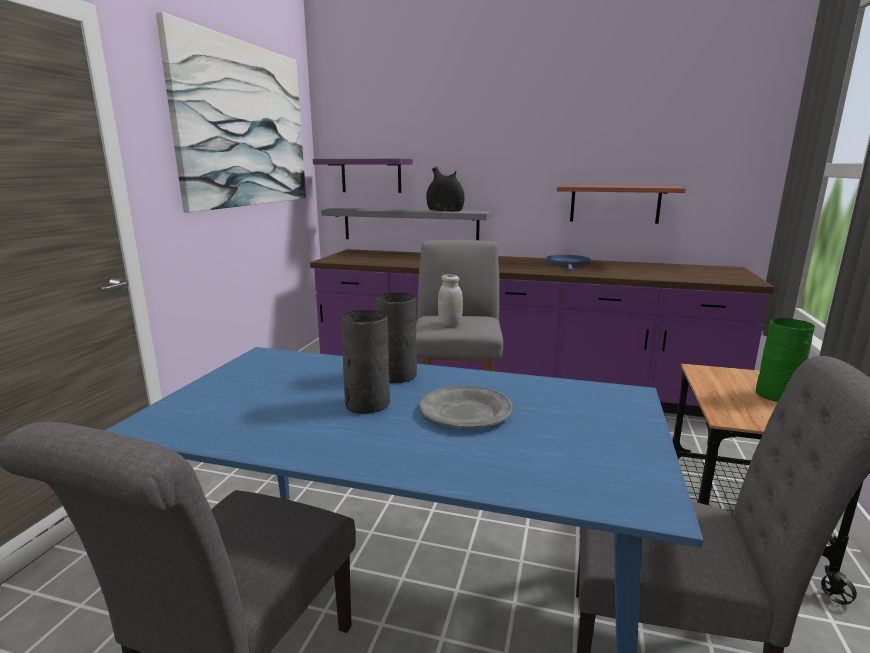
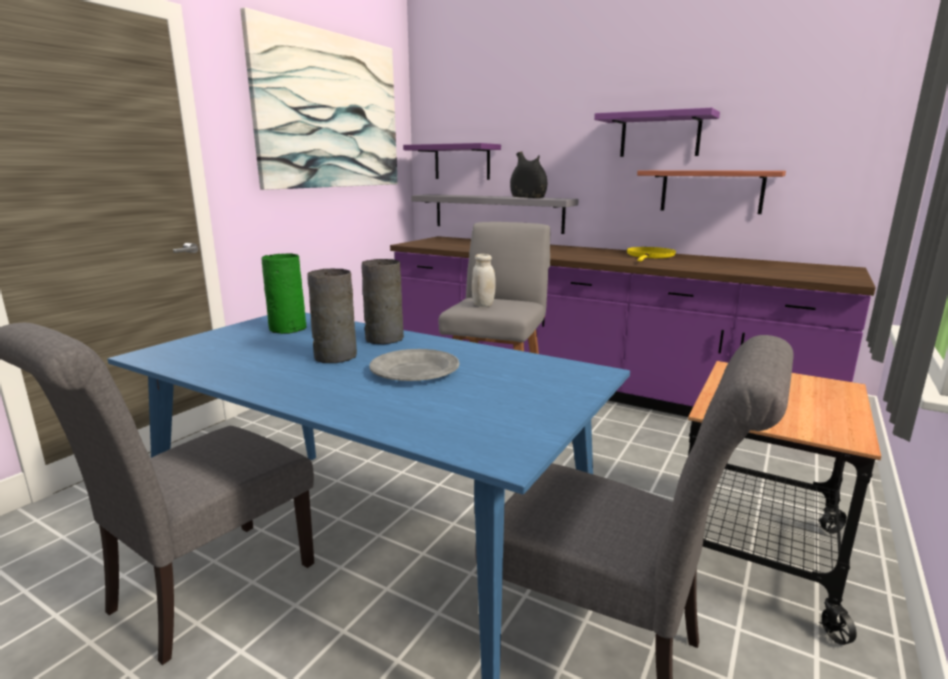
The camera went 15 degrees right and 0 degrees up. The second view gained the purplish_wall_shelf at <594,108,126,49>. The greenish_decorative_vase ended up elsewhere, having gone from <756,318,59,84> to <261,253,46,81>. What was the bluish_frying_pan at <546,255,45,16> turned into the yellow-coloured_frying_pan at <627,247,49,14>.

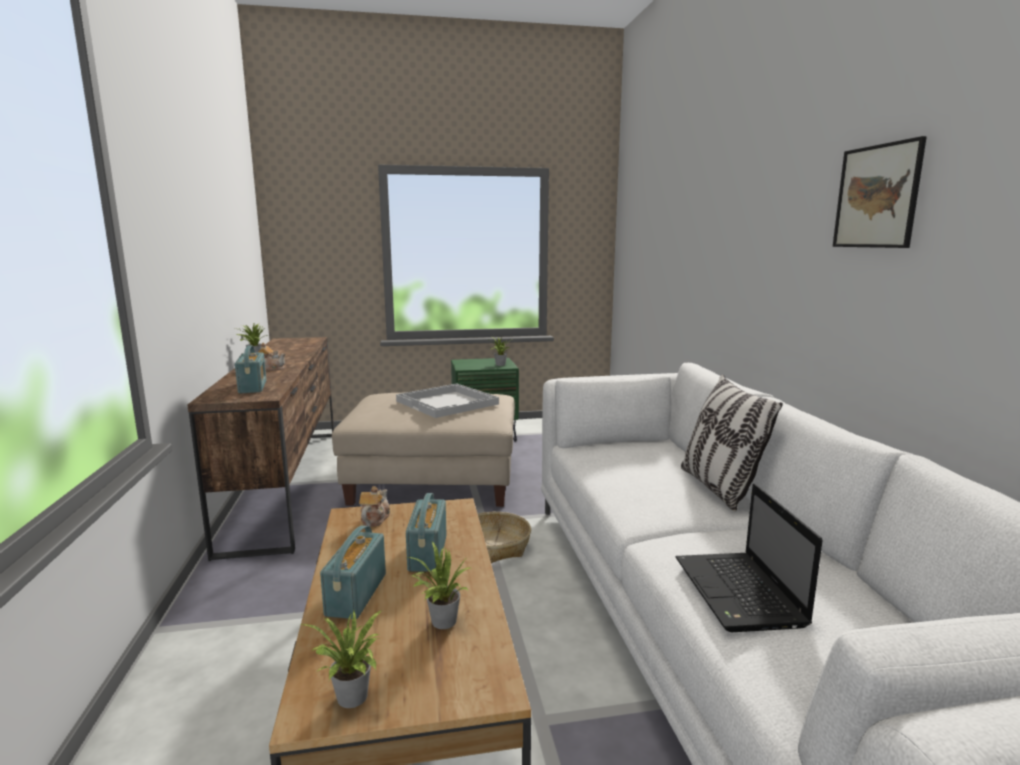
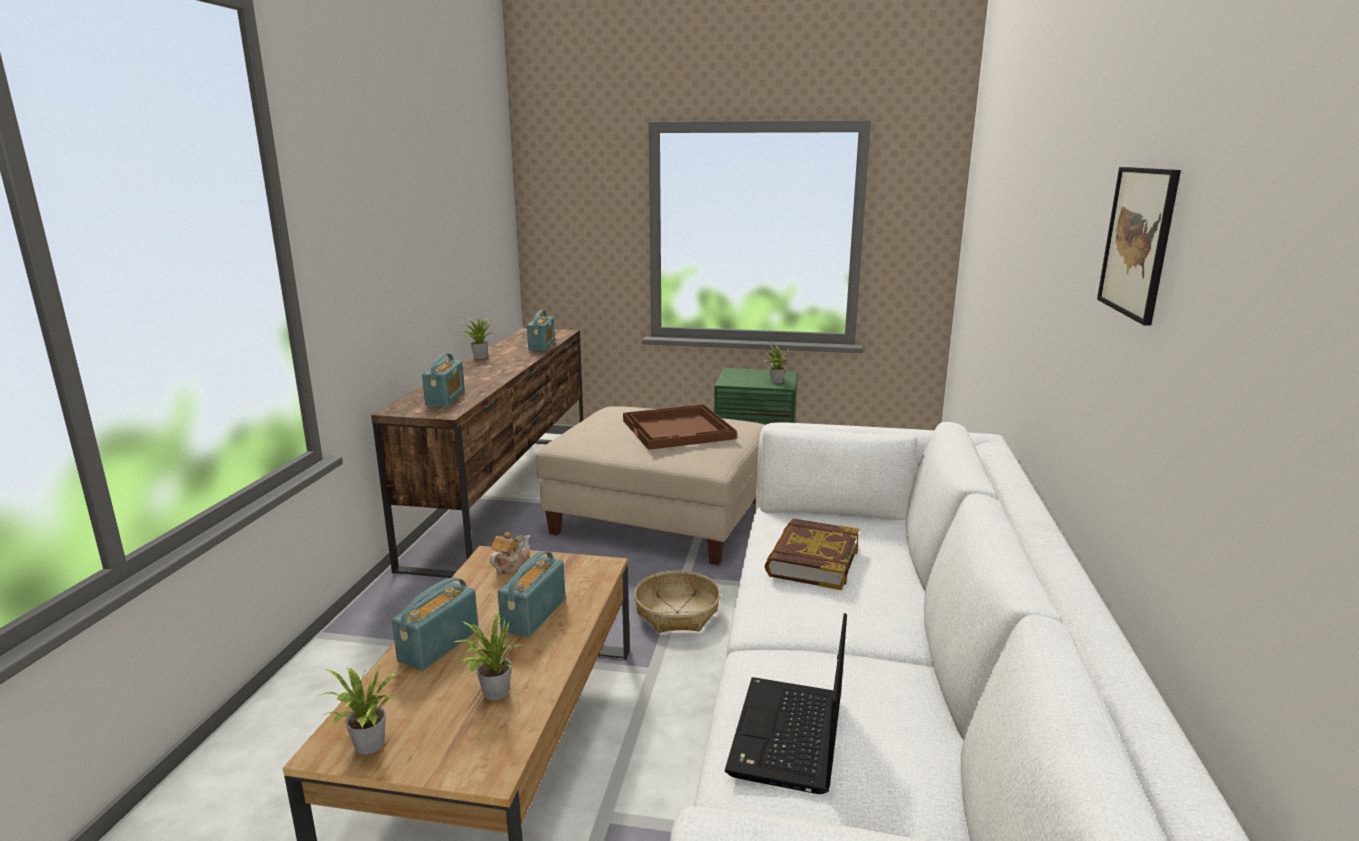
The camera went 20 degrees right and 5 degrees up. The second view lost the teapot at <257,342,28,28>. The second view lost the pillow at <681,374,102,138>. The second view gained the radio at <527,310,28,41>. The second view gained the volume at <764,519,95,71>. What was the white-coloured_tray at <396,384,103,34> turned into the brown-coloured_tray at <623,404,114,46>.

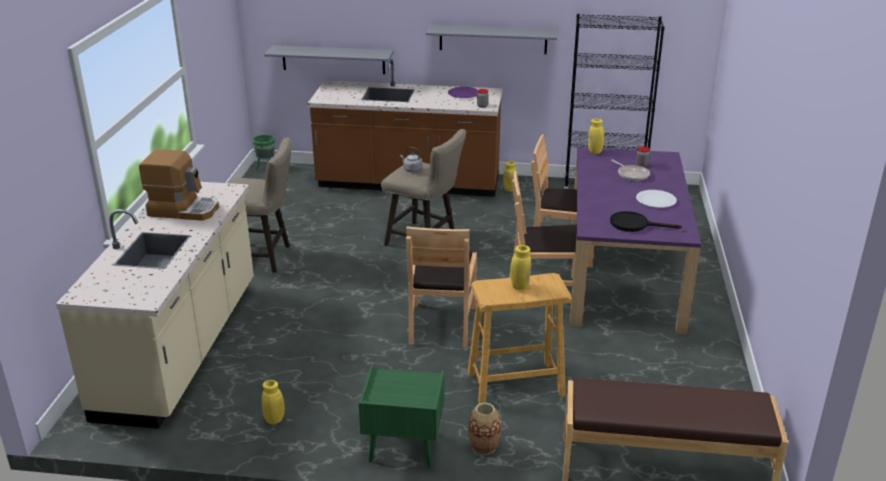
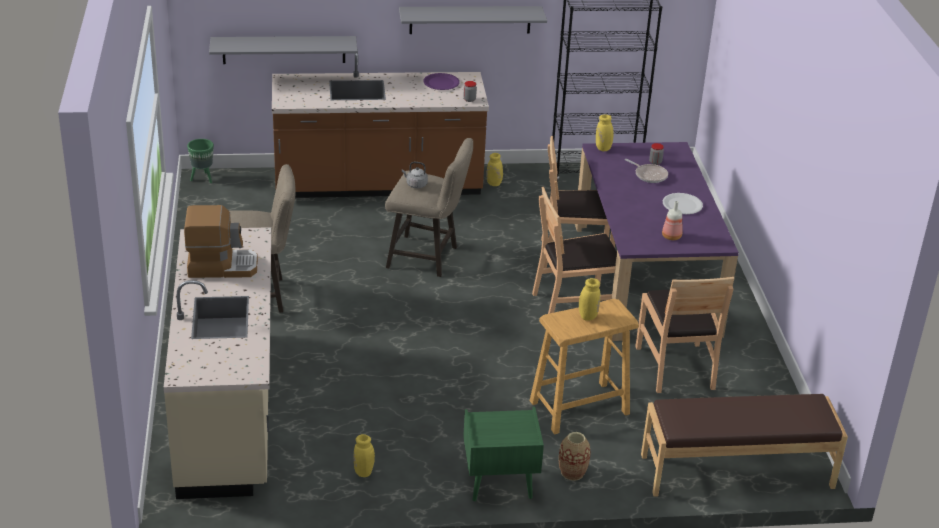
The camera went 15 degrees left and 5 degrees up. The brown-coloured_upright_chair ended up elsewhere, having gone from <406,226,71,122> to <635,277,99,116>. Where the black-coloured_frying_pan stood at <610,211,71,21>, the bottle came to stand at <662,201,20,39>.

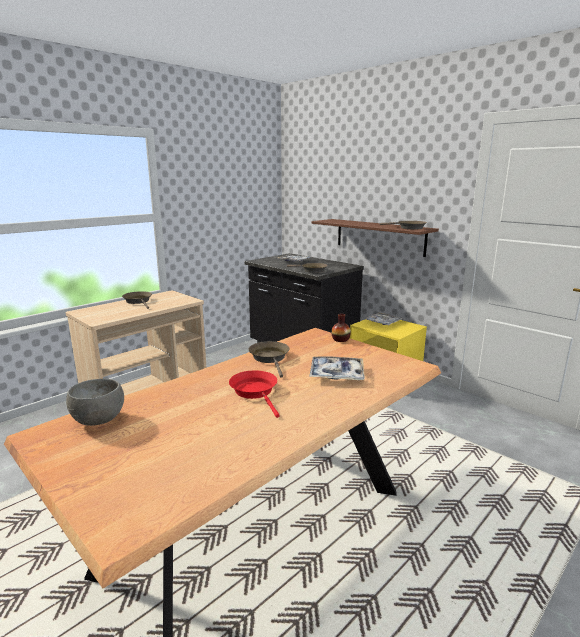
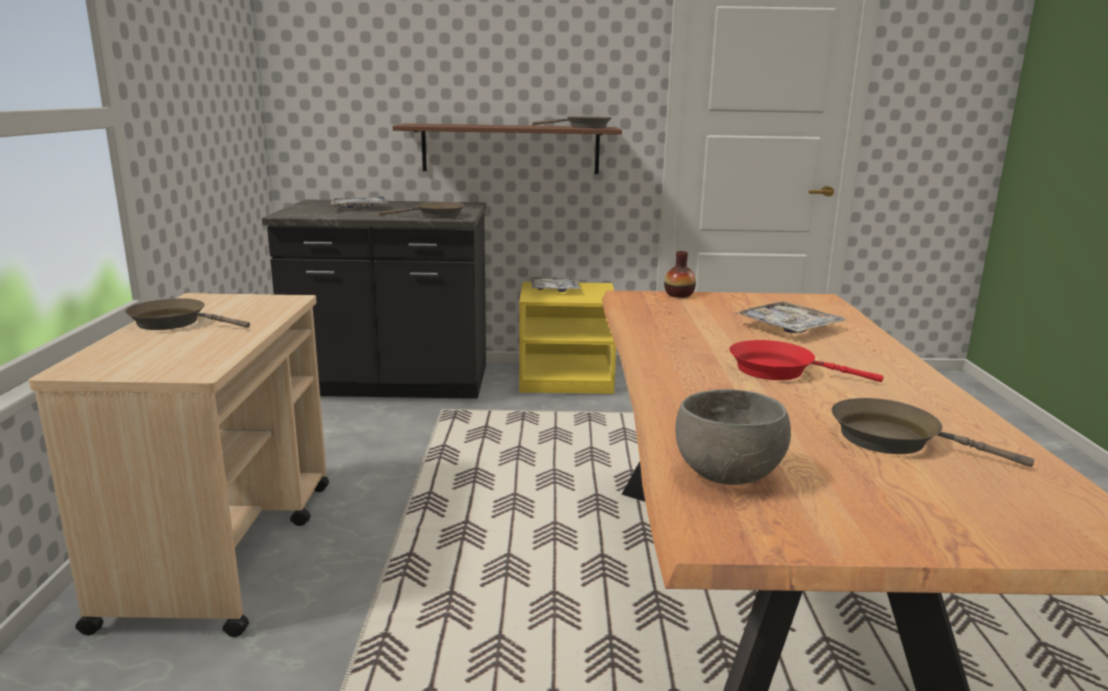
The camera went 45 degrees left and 0 degrees up. The brown-coloured_frying_pan ended up elsewhere, having gone from <248,341,41,37> to <831,398,203,69>.

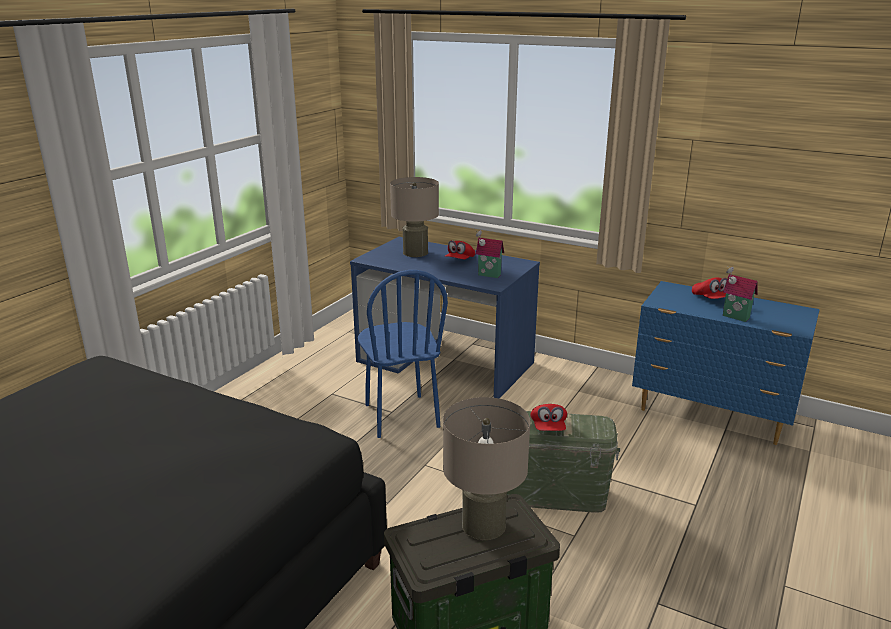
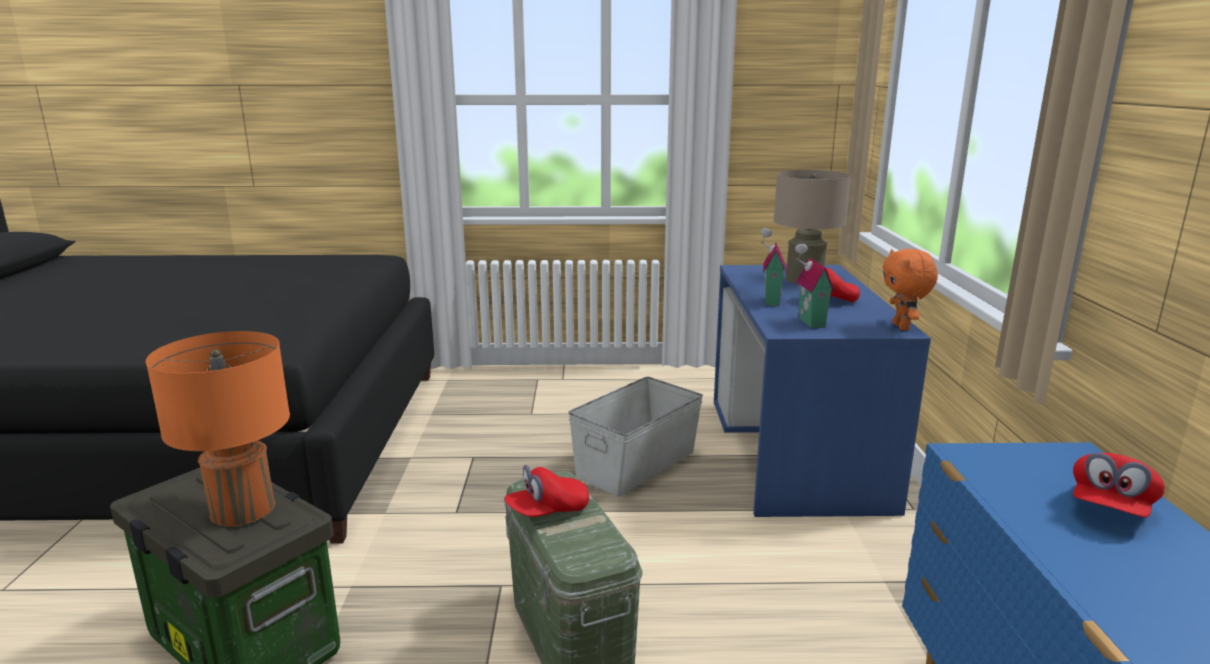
The camera went 60 degrees right and 5 degrees down. The second view gained the orangey_cuddly_toy at <882,249,56,81>. The miniature_house ended up elsewhere, having gone from <723,267,35,55> to <761,228,26,78>. Where the bluish_upright_chair stood at <358,270,90,168>, the greyish_storage_container came to stand at <568,377,135,120>. What was the beige-coloured_tabletop_lamp at <443,397,88,143> turned into the orangey_tabletop_lamp at <146,331,144,195>.

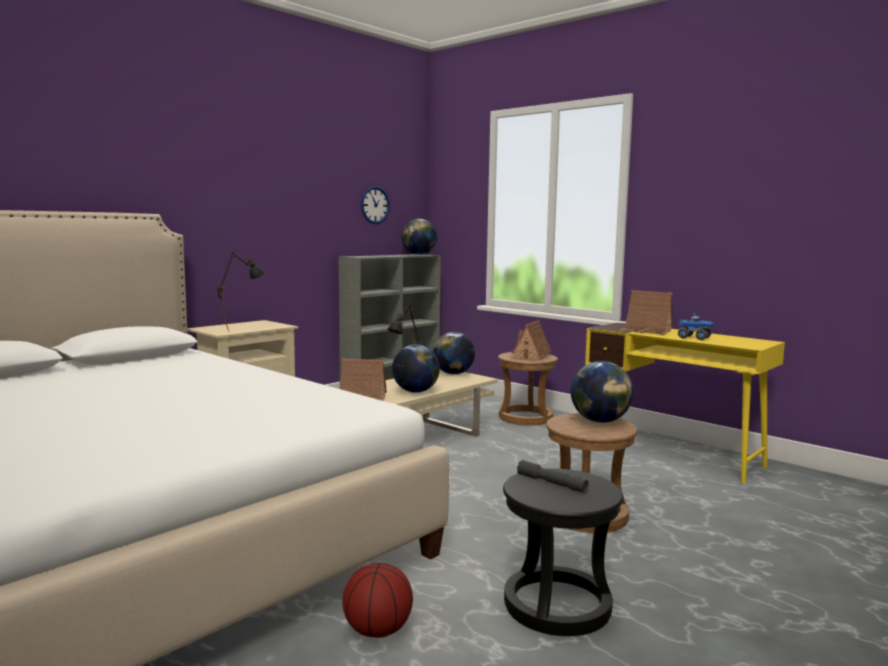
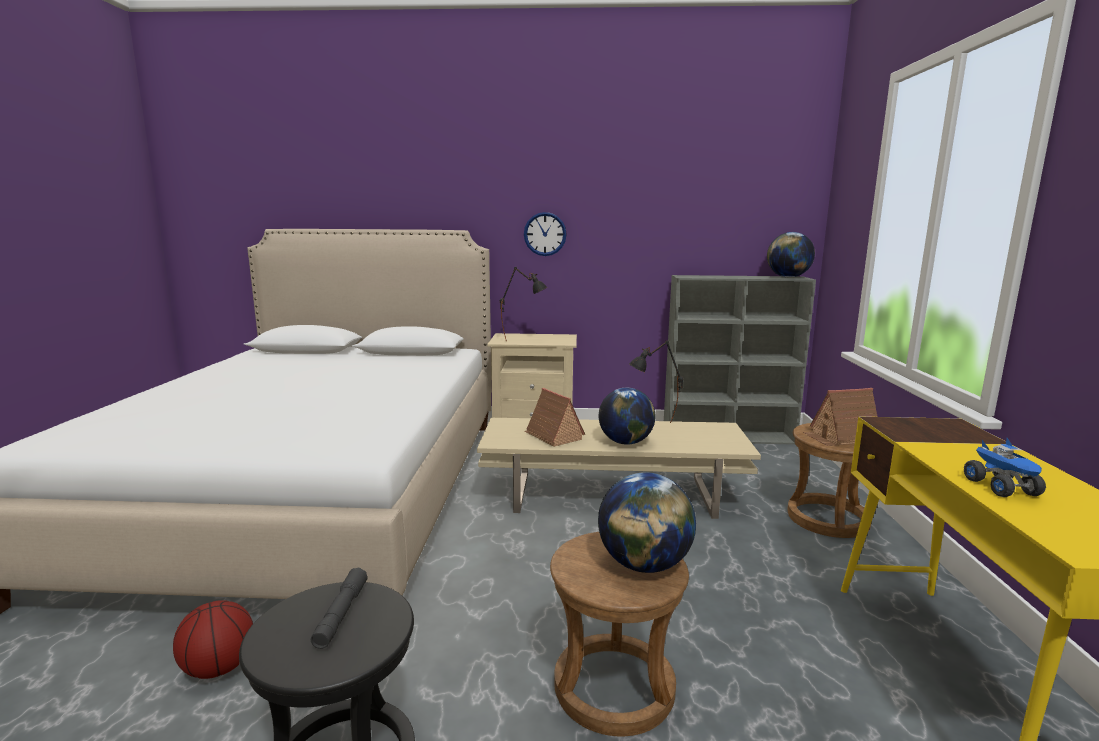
The camera went 50 degrees right and 5 degrees up. The second view lost the world_globe at <433,332,42,42>. The second view lost the miniature_house at <618,290,55,45>. The clock_on_the_wall ended up elsewhere, having gone from <361,186,29,38> to <524,212,43,44>.

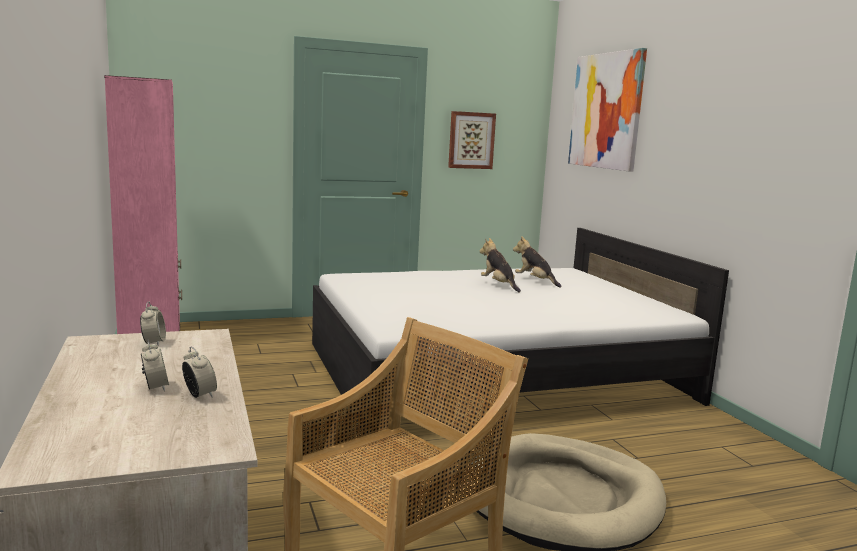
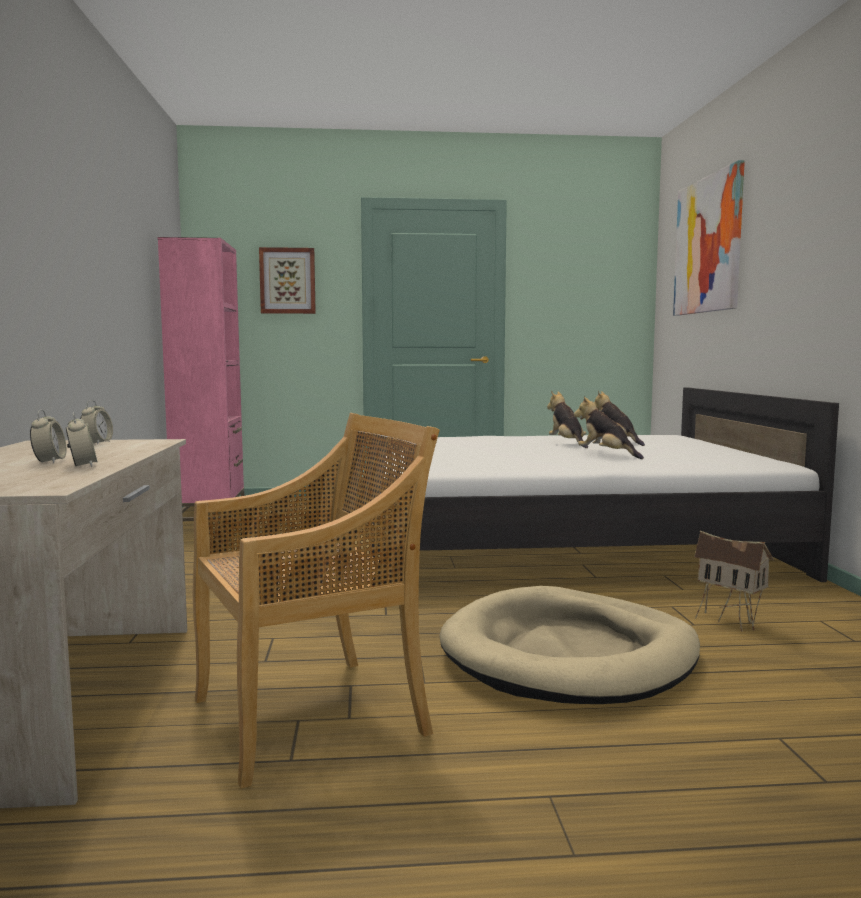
The camera went 15 degrees right and 5 degrees down. The second view gained the cuddly_toy at <574,396,70,63>. The second view gained the miniature_house at <694,531,80,100>. The picture ended up elsewhere, having gone from <448,111,48,58> to <259,247,57,67>.

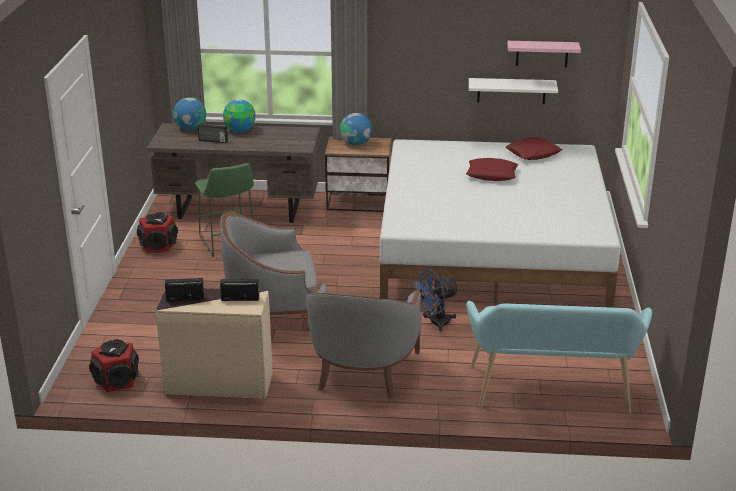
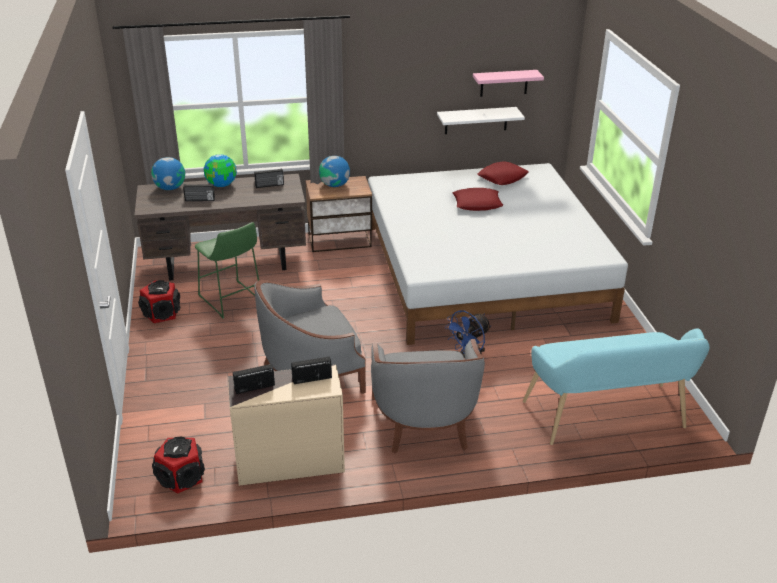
The camera went 15 degrees left and 5 degrees up. The second view gained the radio at <254,168,30,20>.

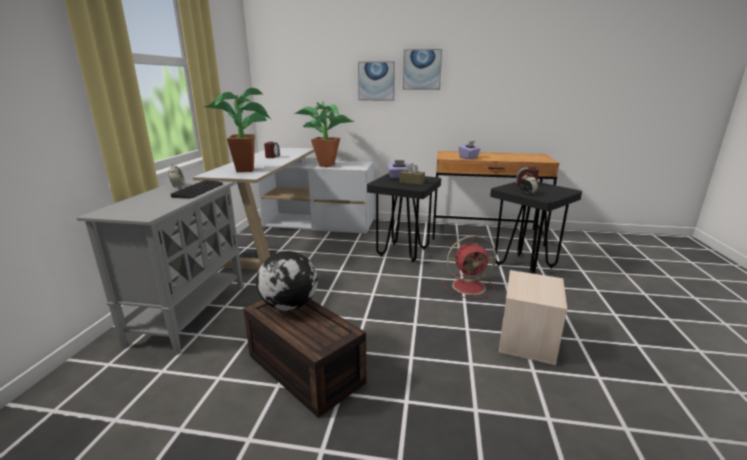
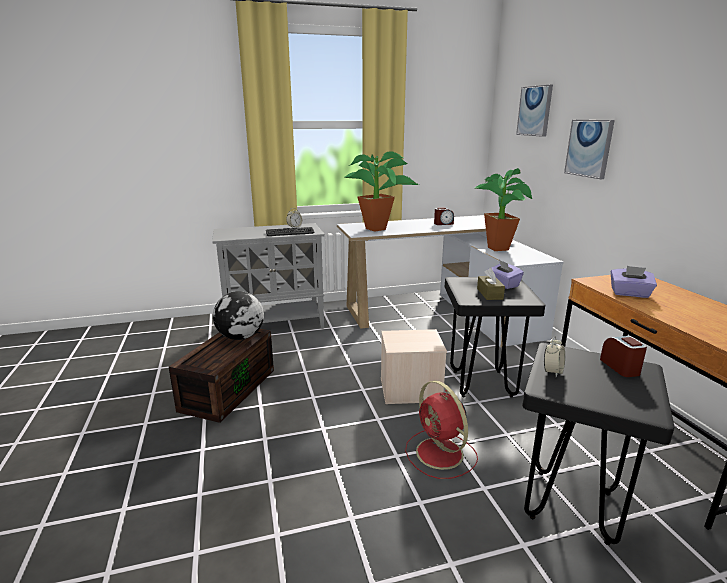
The camera went 65 degrees right and 0 degrees up. The picture ended up elsewhere, having gone from <403,49,39,41> to <516,85,37,52>. The beige-coloured_storage_container ended up elsewhere, having gone from <499,270,68,95> to <381,329,66,75>.

